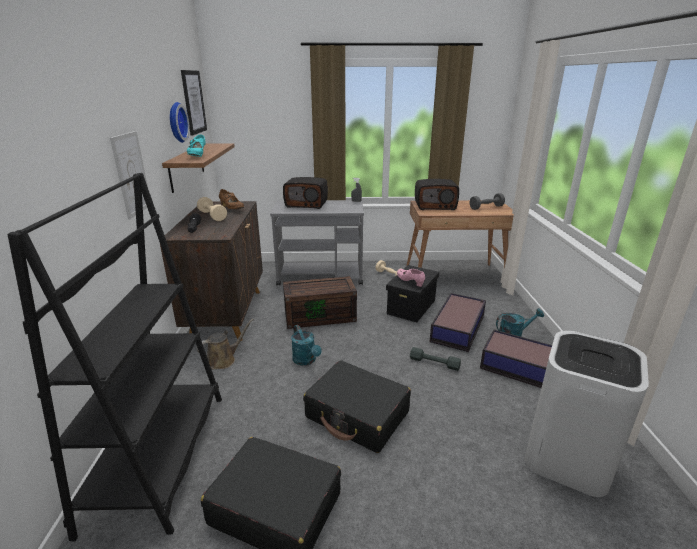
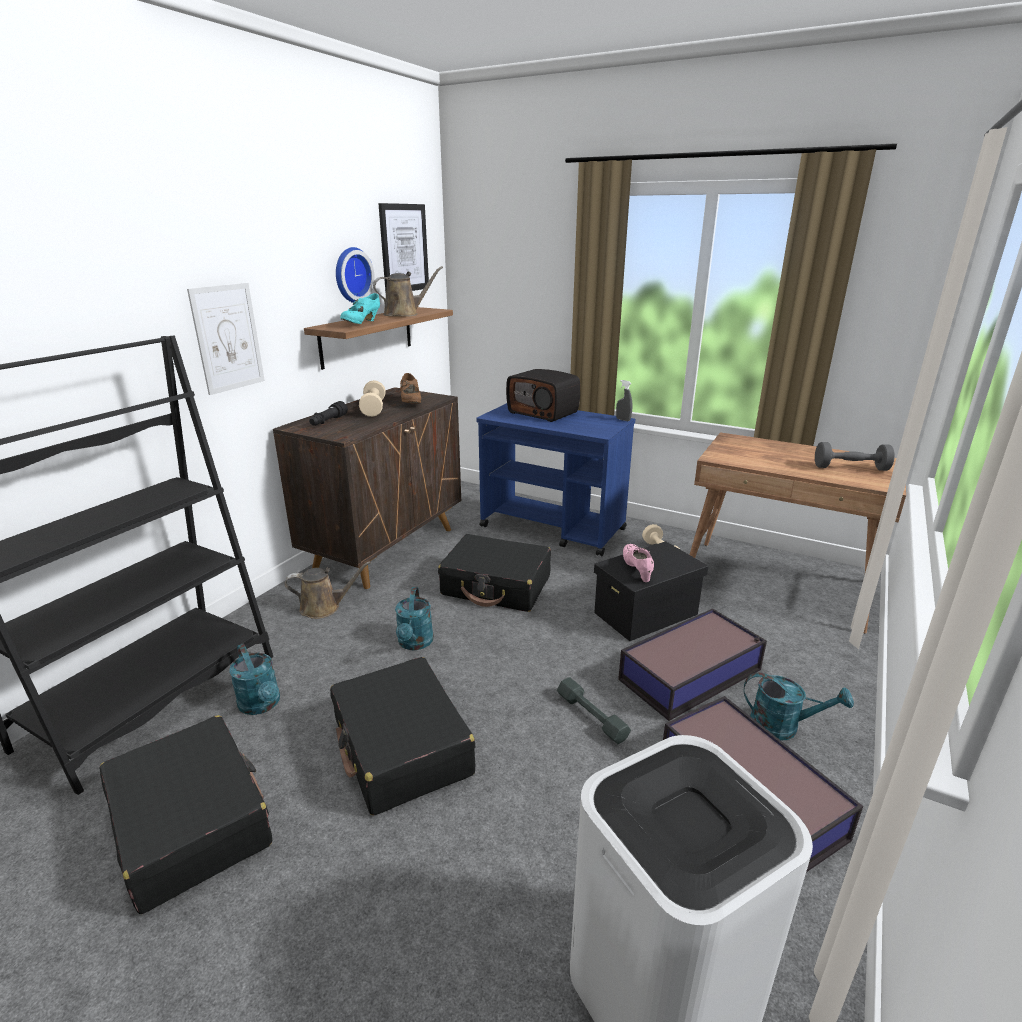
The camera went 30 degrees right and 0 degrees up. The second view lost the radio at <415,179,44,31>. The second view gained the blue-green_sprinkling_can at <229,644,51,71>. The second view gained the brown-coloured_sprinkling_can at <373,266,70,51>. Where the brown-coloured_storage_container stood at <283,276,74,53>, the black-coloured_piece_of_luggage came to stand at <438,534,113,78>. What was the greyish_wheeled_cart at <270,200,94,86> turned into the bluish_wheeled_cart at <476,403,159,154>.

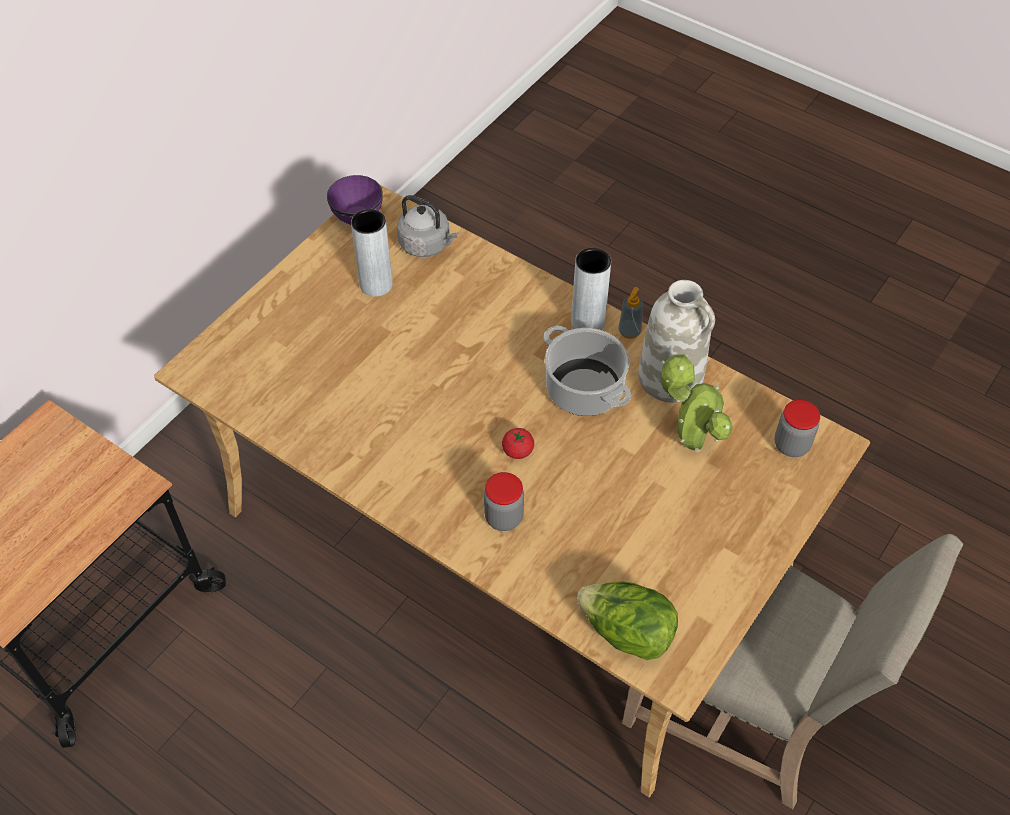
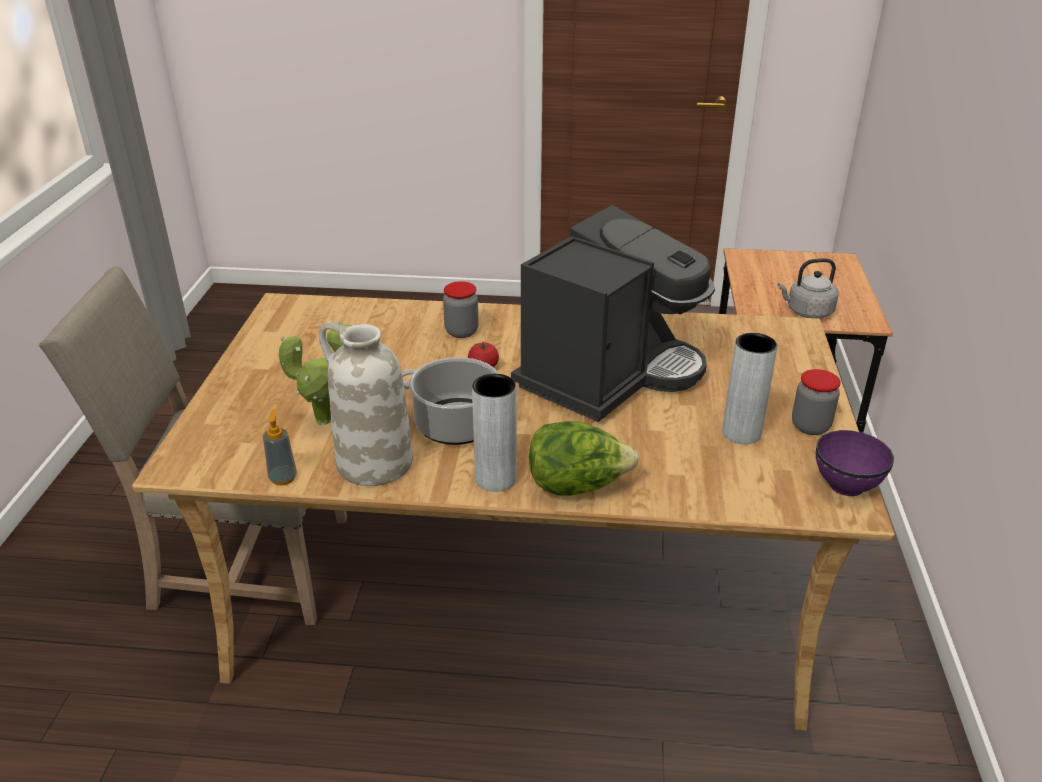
The camera went 150 degrees right and 20 degrees down. The second view gained the coffee_maker at <511,205,204,217>. The greyish_kettle ended up elsewhere, having gone from <397,195,62,62> to <777,258,62,61>. The lettuce_head ended up elsewhere, having gone from <577,581,101,79> to <529,421,110,75>. The soap_bottle ended up elsewhere, having gone from <618,287,25,52> to <263,409,34,76>. The preserve_jar ended up elsewhere, having gone from <775,400,45,57> to <792,369,49,66>.

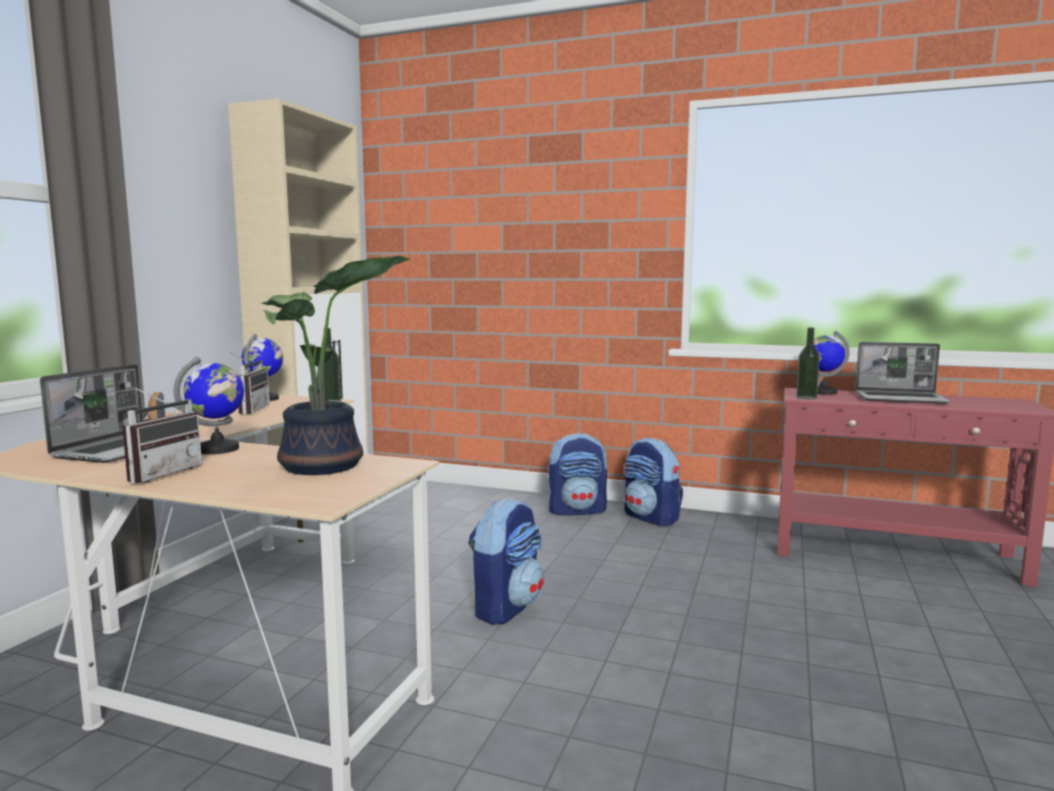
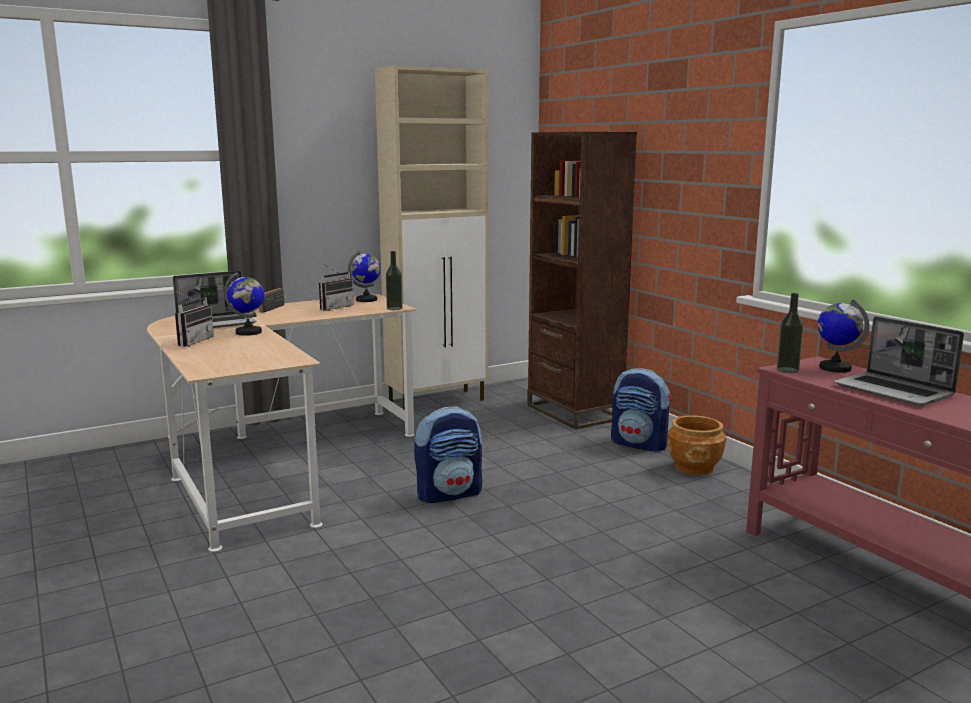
The camera went 40 degrees right and 5 degrees up. The second view lost the potted_plant at <260,256,151,219>. The second view gained the brown-coloured_bookcase at <527,132,110,297>. Where the backpack stood at <624,438,59,88>, the brown-coloured_plant_pot came to stand at <667,415,59,60>. The radio at <122,385,80,99> ended up facing another way, 45 degrees counterclockwise from before.

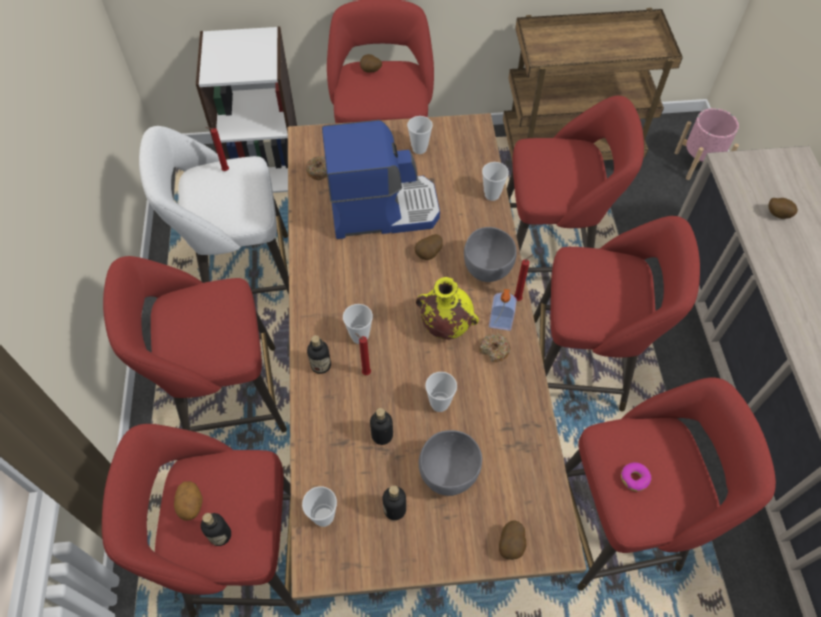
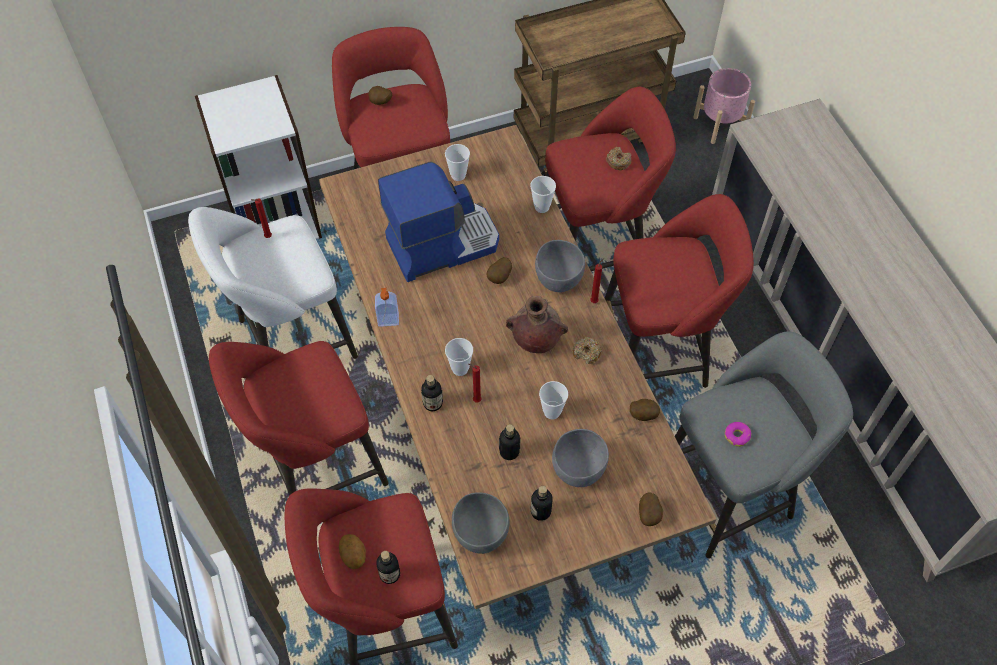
The camera went 15 degrees left and 0 degrees up. The ring_doughnut ended up elsewhere, having gone from <306,156,21,24> to <606,147,25,23>. The soap_bottle ended up elsewhere, having gone from <489,289,28,42> to <375,288,24,39>. The potato ended up elsewhere, having gone from <769,198,29,21> to <630,399,30,22>. Where the cup stood at <302,486,35,41>, the greyish_bowl came to stand at <452,492,58,62>. What was the yellow-coloured_decorative_vase at <416,277,63,63> turned into the brown-coloured_decorative_vase at <506,296,62,57>. What was the reddish_stool_seat at <565,377,211,214> turned into the greyish_stool_seat at <675,332,178,226>.

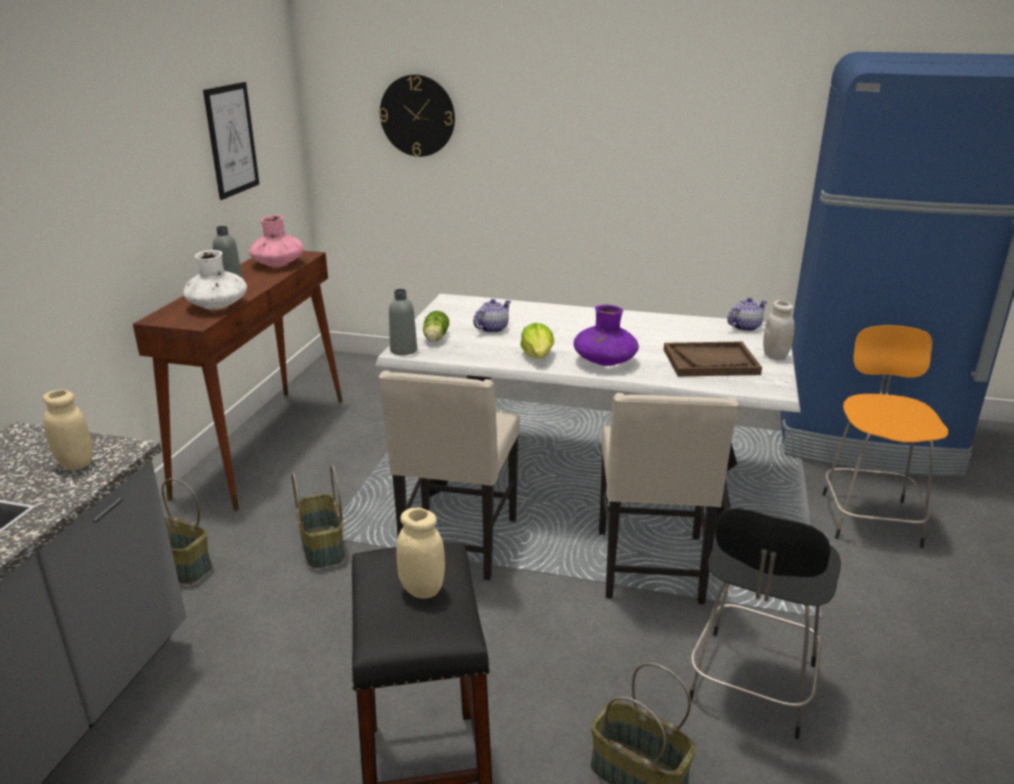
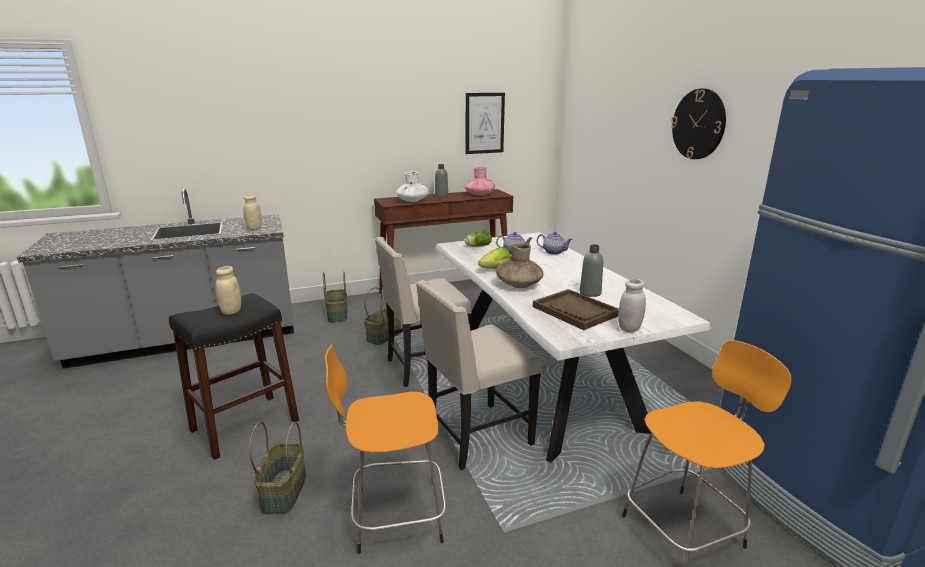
The camera went 55 degrees right and 5 degrees down. The clock_on_the_wall ended up elsewhere, having gone from <379,75,76,82> to <671,89,55,70>. The greyish_bottle ended up elsewhere, having gone from <389,289,28,66> to <580,244,23,53>. The teapot ended up elsewhere, having gone from <727,298,41,33> to <537,232,36,23>. What was the purplish_decorative_vase at <574,305,65,61> turned into the brown-coloured_decorative_vase at <496,242,47,46>. What was the black-coloured_stool_seat at <689,508,152,231> turned into the orangey_stool_seat at <325,344,121,210>.

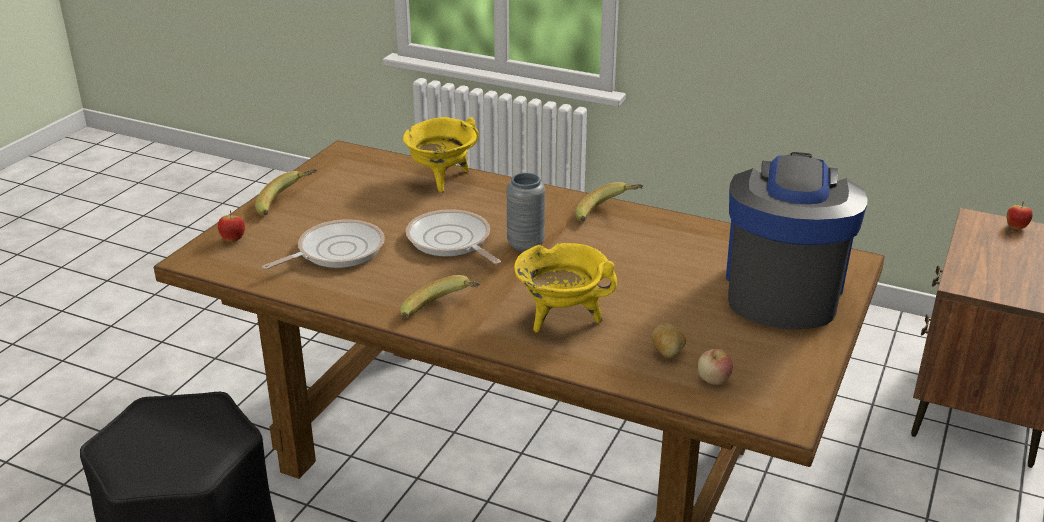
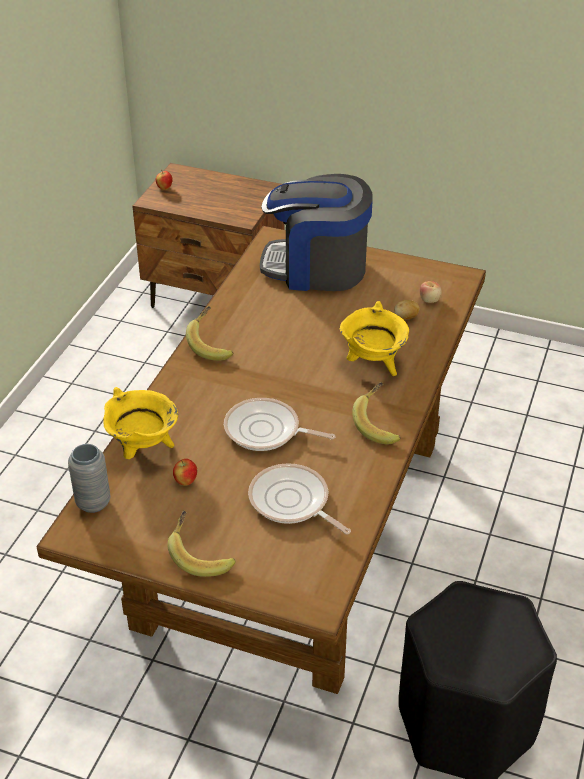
The camera went 95 degrees left and 10 degrees up. The apple_fruit ended up elsewhere, having gone from <218,211,27,31> to <173,459,24,27>. The greyish_decorative_vase ended up elsewhere, having gone from <507,173,38,79> to <68,444,43,69>. The frying_pan at <406,209,95,55> ended up facing another way, 60 degrees clockwise from before.

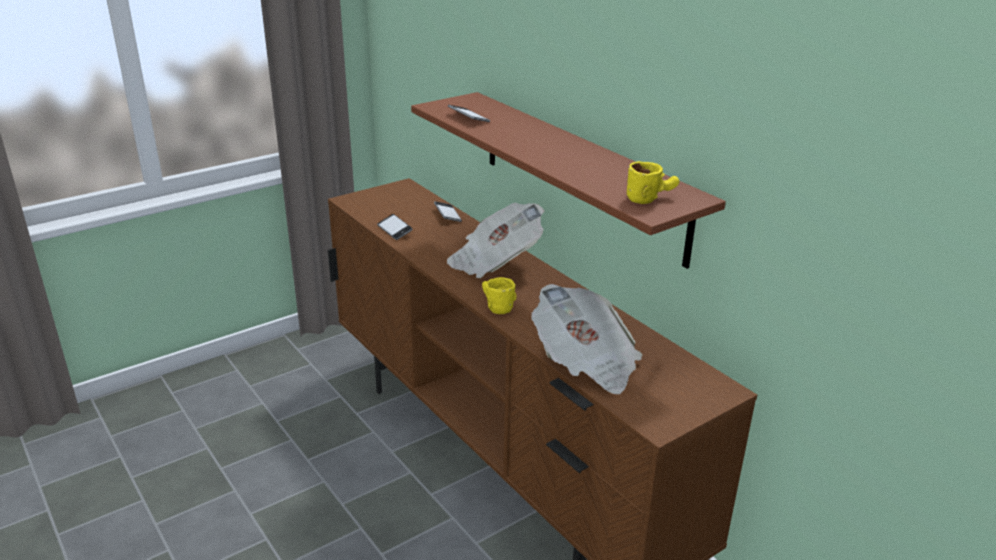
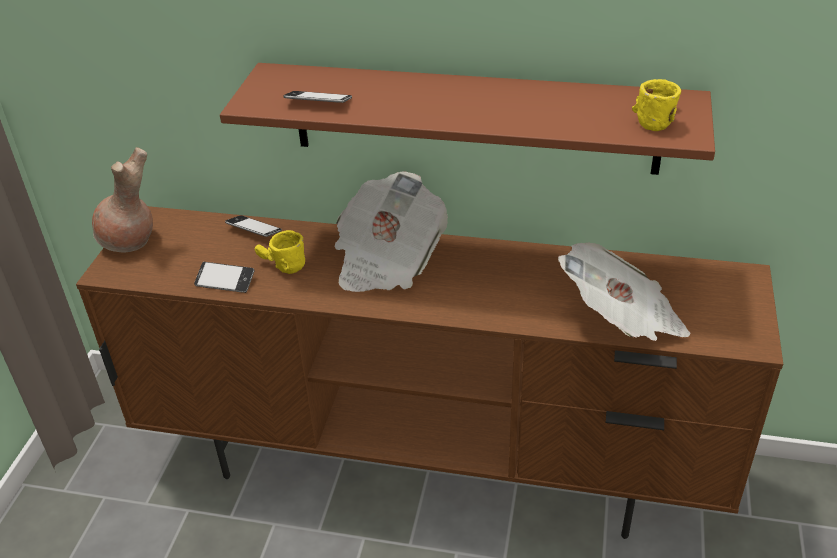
The camera went 40 degrees left and 10 degrees up. The second view gained the brown-coloured_decorative_vase at <92,147,61,106>. The yellow-coloured_mug ended up elsewhere, having gone from <482,277,35,37> to <255,230,50,44>.

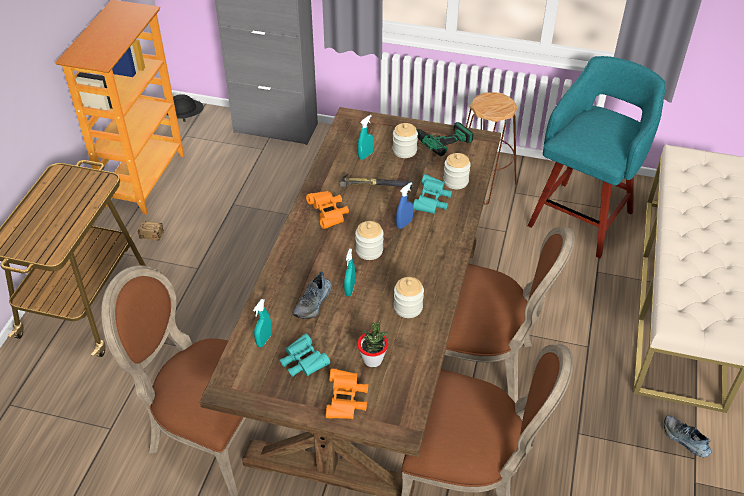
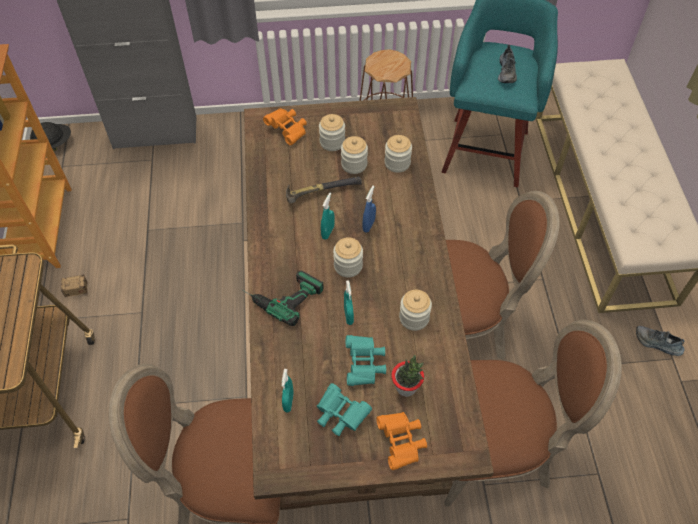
The camera went 20 degrees left and 10 degrees up. The second view gained the preserve_jar at <341,136,27,38>. The shoe ended up elsewhere, having gone from <293,272,39,47> to <498,45,19,38>. The orangey_binoculars ended up elsewhere, having gone from <306,191,43,38> to <263,108,44,37>. The blue-green_spray_bottle ended up elsewhere, having gone from <358,115,16,45> to <321,193,14,47>. The blue-green_binoculars ended up elsewhere, having gone from <413,174,39,40> to <346,335,40,51>. The drill ended up elsewhere, having gone from <416,122,58,34> to <242,271,82,55>.

